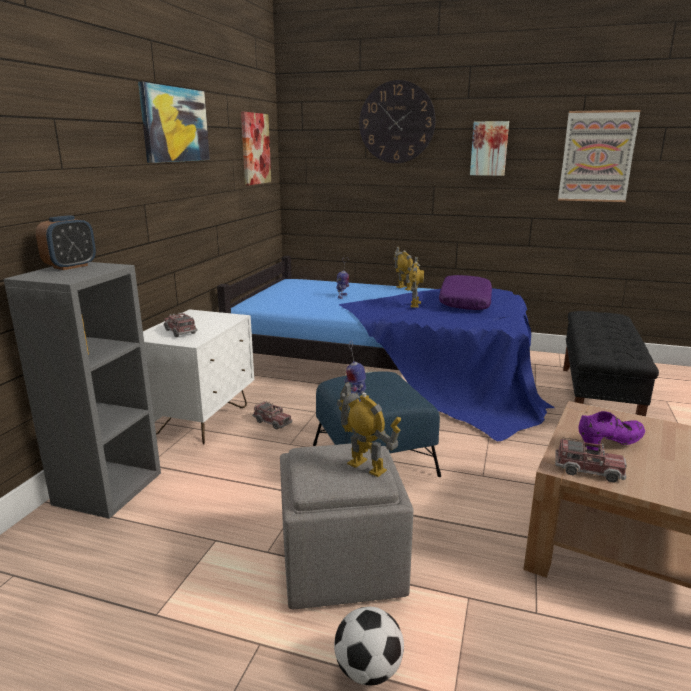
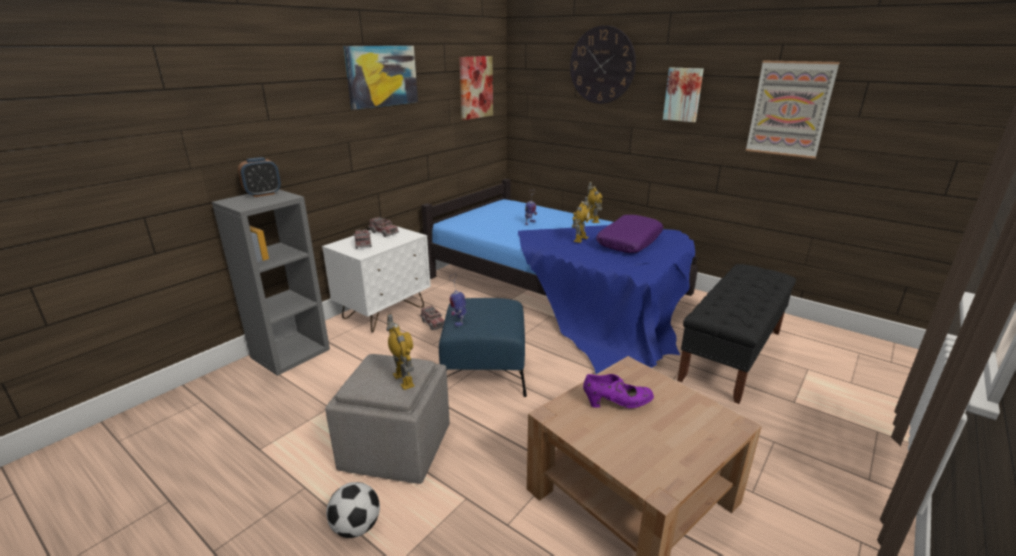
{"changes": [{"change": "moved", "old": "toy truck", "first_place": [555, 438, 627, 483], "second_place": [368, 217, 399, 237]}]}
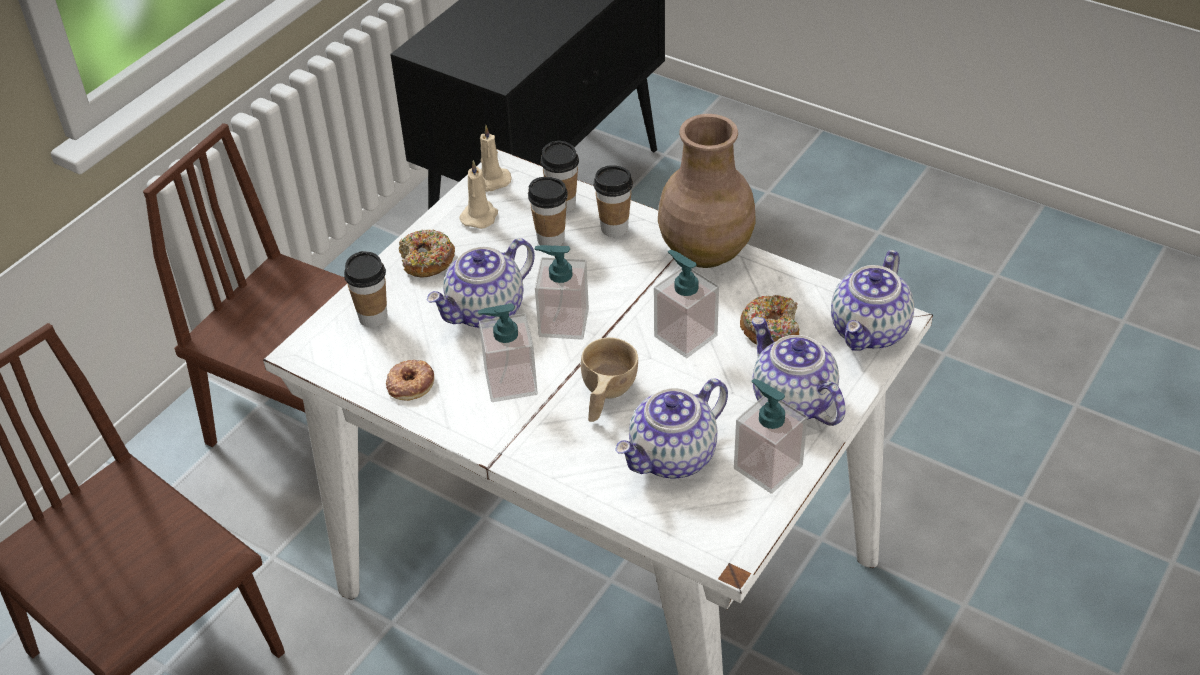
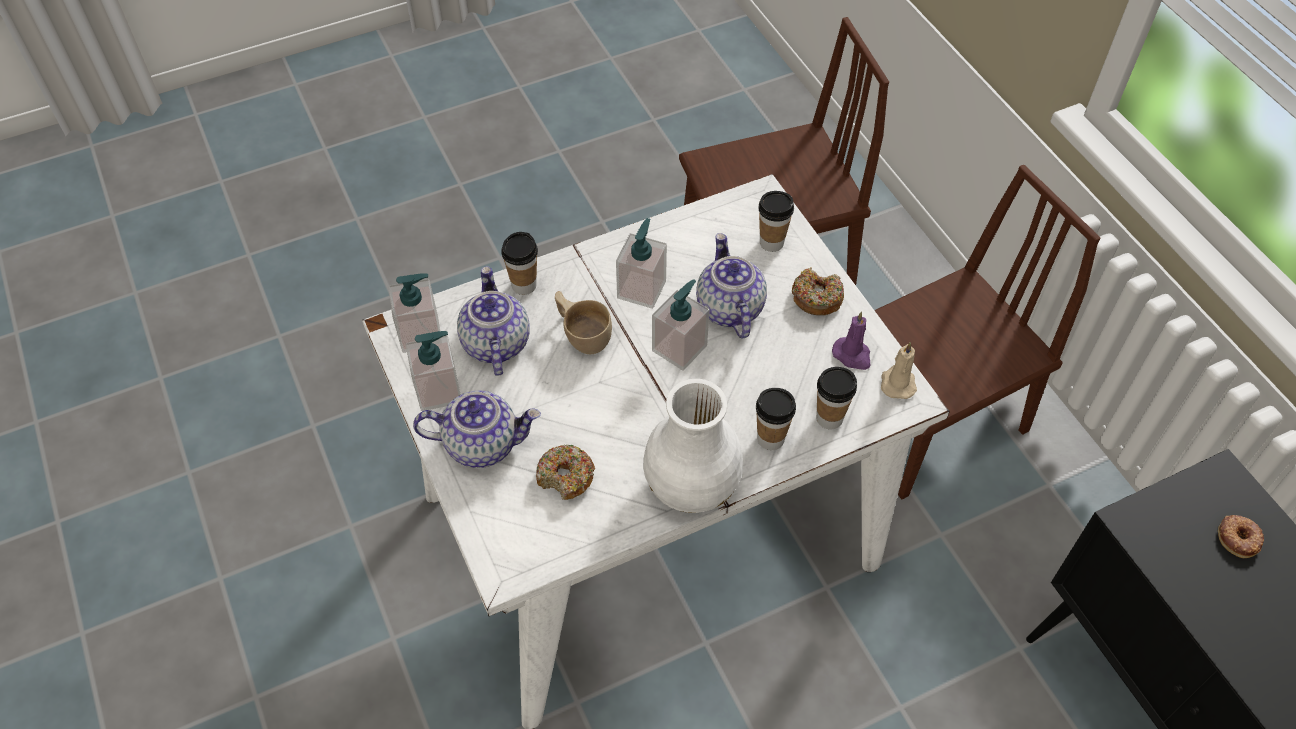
{"changes": [{"change": "moved", "old": "soap dispenser", "first_place": [654, 250, 719, 358], "second_place": [389, 273, 440, 353]}, {"change": "moved", "old": "cup", "first_place": [528, 177, 568, 246], "second_place": [501, 232, 538, 295]}, {"change": "recoloured", "old": "vase/brown", "new": "vase/white", "first_place": [658, 114, 756, 268], "second_place": [643, 379, 743, 513]}, {"change": "recoloured", "old": "candle/beige", "new": "candle/purple", "first_place": [459, 160, 498, 229], "second_place": [832, 311, 870, 370]}, {"change": "moved", "old": "donut", "first_place": [386, 360, 434, 401], "second_place": [1218, 515, 1264, 558]}, {"change": "removed", "old": "teapot", "first_place": [831, 250, 914, 350]}]}
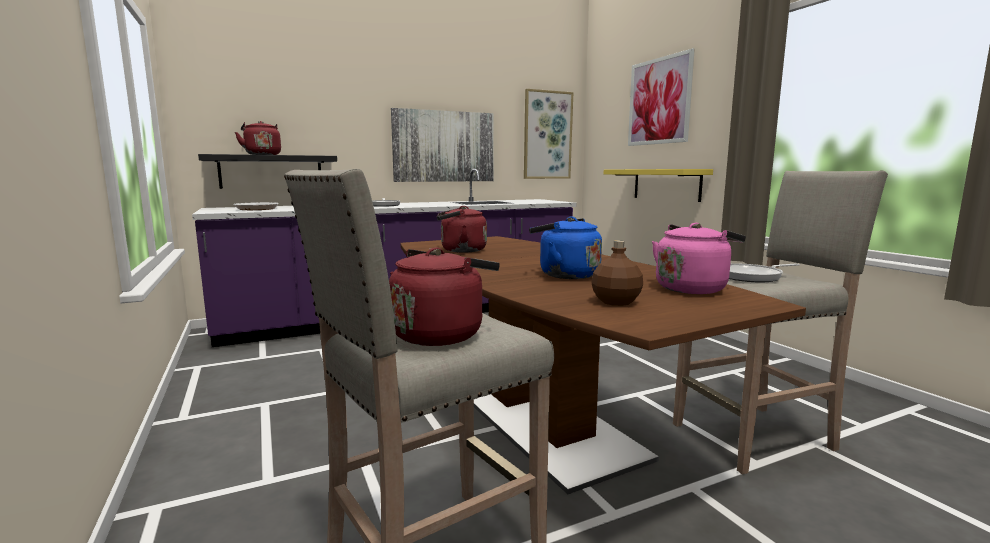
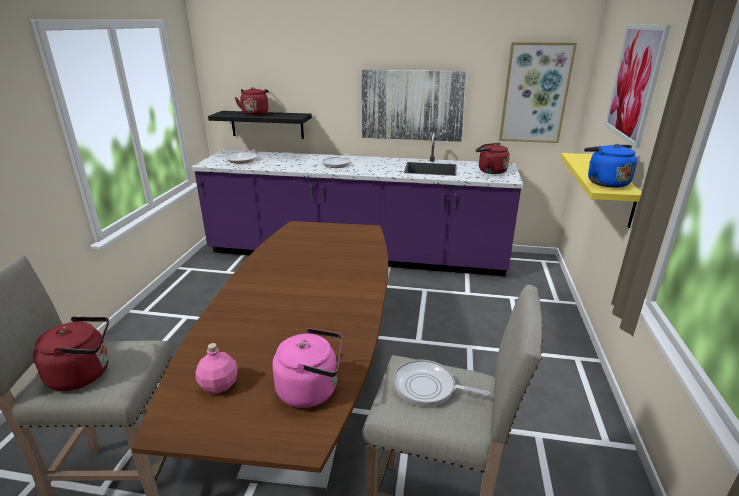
{"changes": [{"change": "recoloured", "old": "bottle/brown", "new": "bottle/pink", "first_place": [591, 240, 643, 306], "second_place": [195, 343, 238, 394]}, {"change": "moved", "old": "kettle/red", "first_place": [437, 206, 487, 253], "second_place": [476, 143, 510, 174]}, {"change": "moved", "old": "kettle/blue", "first_place": [529, 216, 602, 279], "second_place": [584, 144, 637, 188]}]}
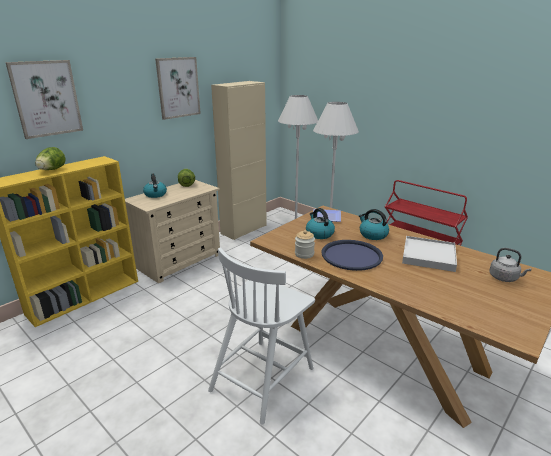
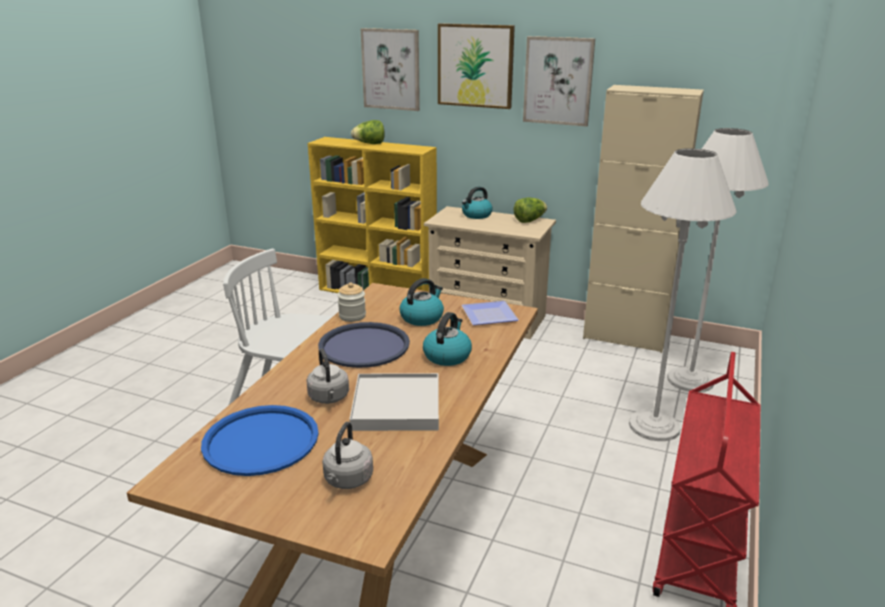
{"changes": [{"change": "added", "new": "tray/blue", "second_place": [201, 405, 319, 476]}, {"change": "added", "new": "kettle/grey", "second_place": [306, 349, 349, 404]}, {"change": "added", "new": "picture", "second_place": [438, 23, 515, 109]}]}
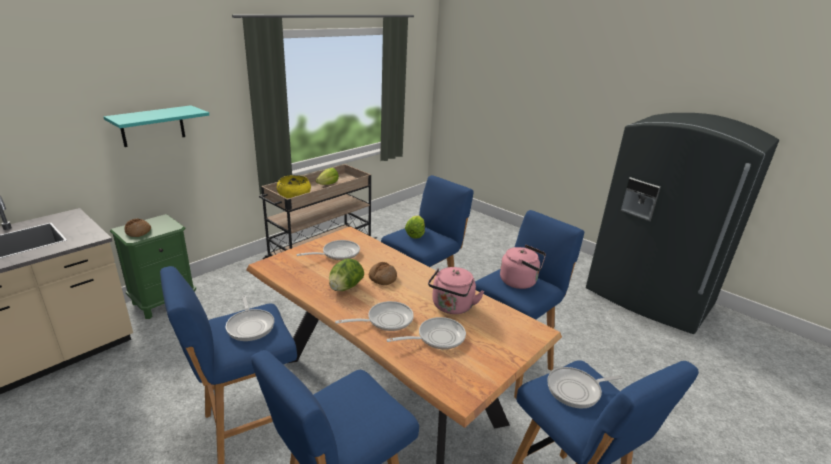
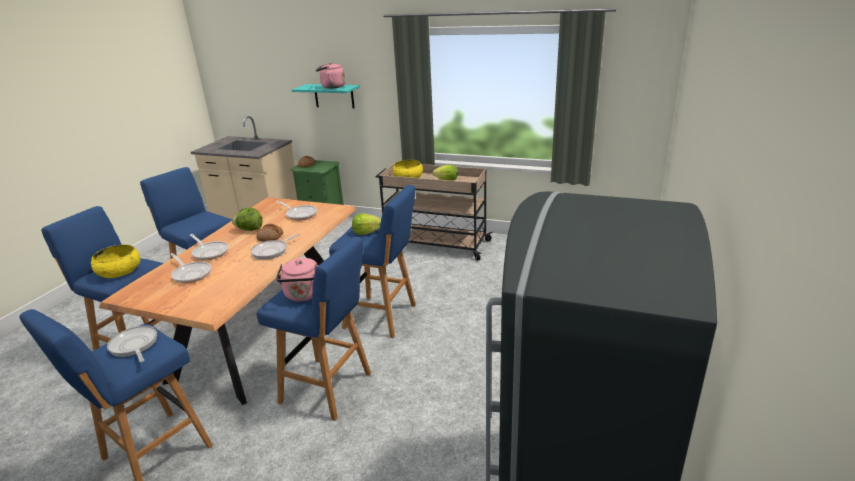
{"changes": [{"change": "added", "new": "bowl/yellow", "second_place": [91, 244, 140, 278]}, {"change": "moved", "old": "frying pan", "first_place": [226, 296, 274, 341], "second_place": [251, 234, 299, 260]}, {"change": "moved", "old": "kettle/pink", "first_place": [428, 267, 484, 314], "second_place": [316, 62, 345, 89]}]}
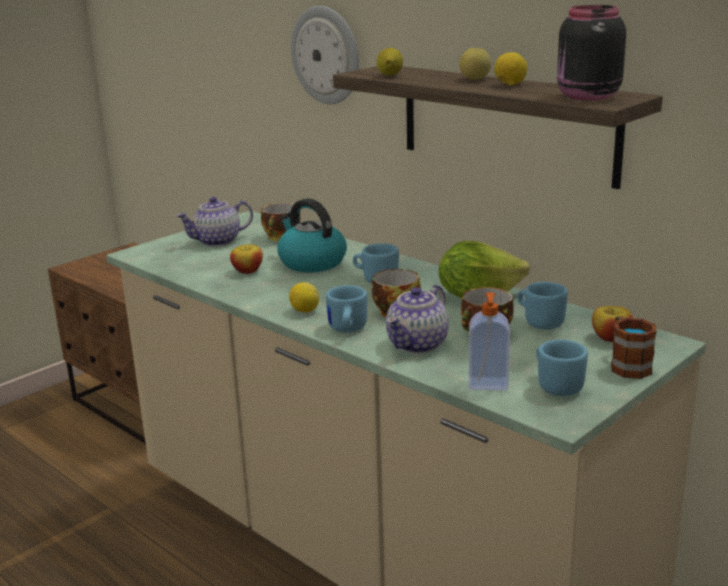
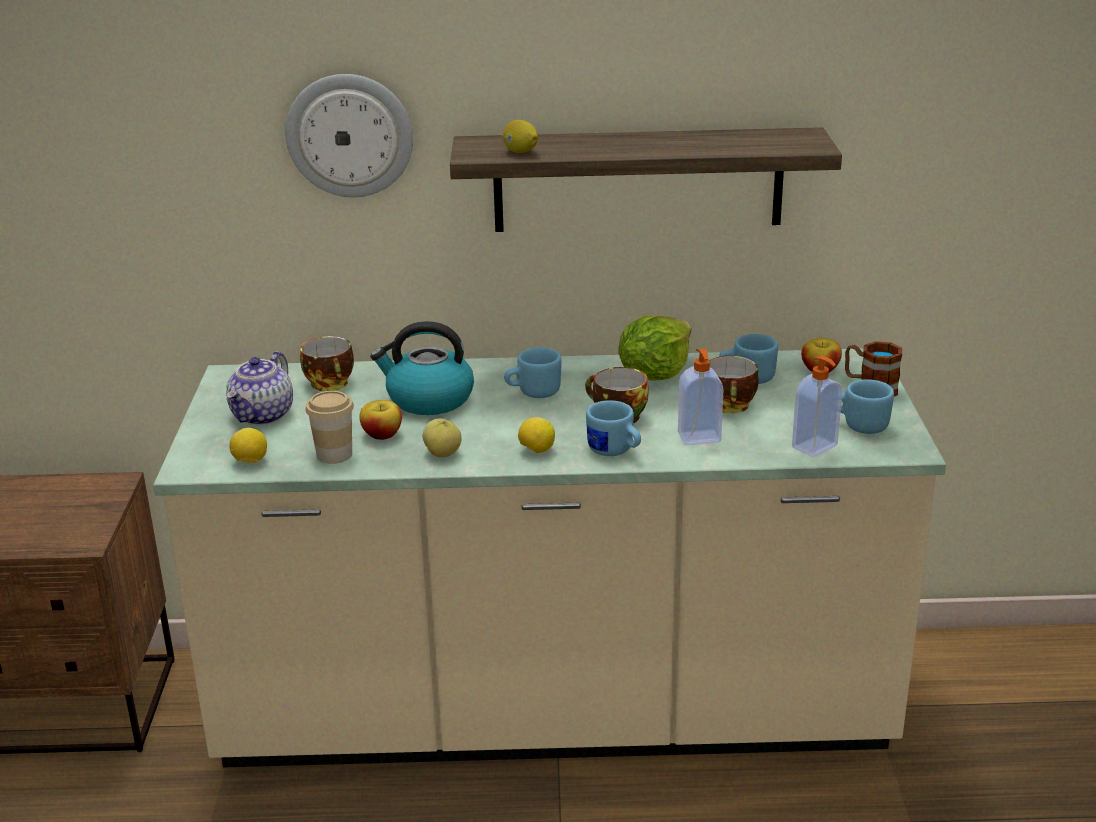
{"changes": [{"change": "moved", "old": "lemon", "first_place": [494, 52, 527, 85], "second_place": [229, 428, 267, 463]}, {"change": "added", "new": "cup", "second_place": [305, 391, 354, 464]}, {"change": "moved", "old": "apple", "first_place": [459, 48, 491, 80], "second_place": [423, 419, 461, 457]}, {"change": "replaced", "old": "teapot", "new": "soap dispenser", "first_place": [386, 285, 449, 353], "second_place": [678, 349, 723, 445]}, {"change": "removed", "old": "jar/black", "first_place": [557, 5, 626, 101]}]}
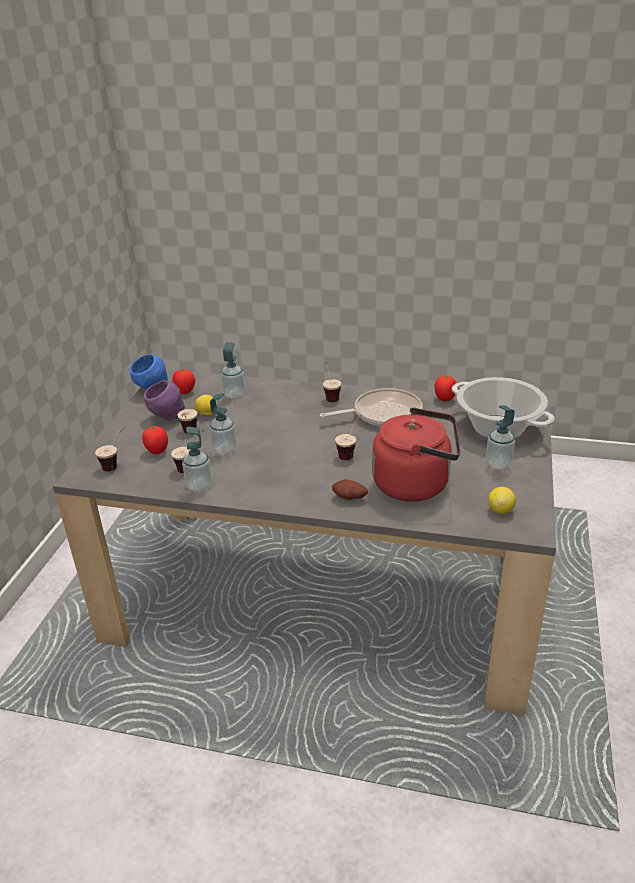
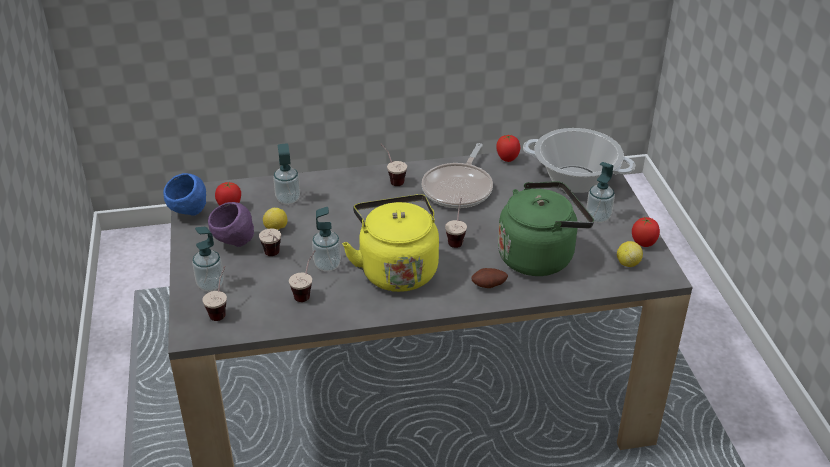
{"changes": [{"change": "moved", "old": "soap dispenser", "first_place": [182, 427, 212, 491], "second_place": [192, 227, 224, 291]}, {"change": "added", "new": "kettle/yellow", "second_place": [342, 194, 439, 292]}, {"change": "turned", "old": "frying pan", "first_place": [320, 388, 423, 427], "second_place": [422, 143, 493, 208], "degrees": 150}, {"change": "recoloured", "old": "kettle/red", "new": "kettle/green", "first_place": [372, 407, 460, 502], "second_place": [498, 181, 594, 276]}, {"change": "moved", "old": "tomato", "first_place": [142, 426, 168, 454], "second_place": [632, 217, 660, 247]}]}
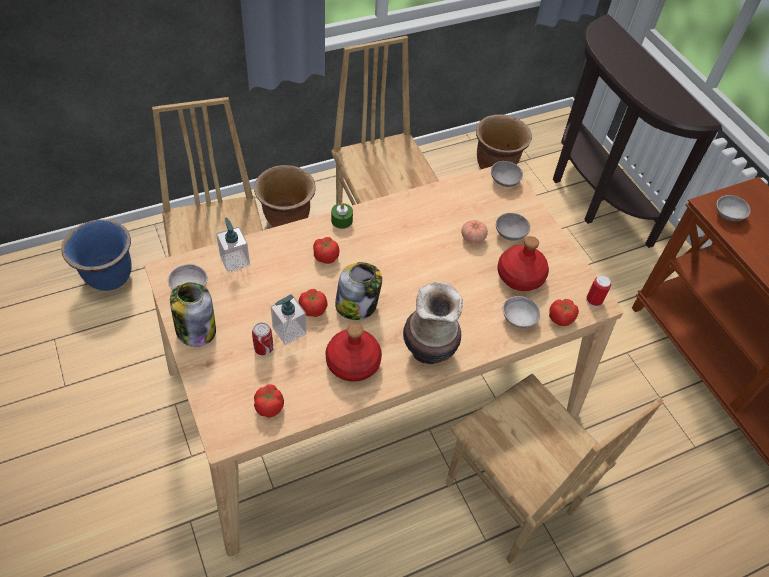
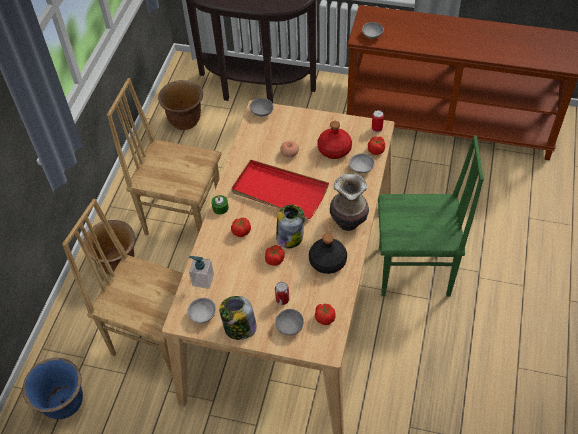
{"changes": [{"change": "added", "new": "tray/red", "second_place": [231, 160, 329, 219]}, {"change": "moved", "old": "bowl/grey", "first_place": [496, 213, 530, 241], "second_place": [275, 309, 304, 335]}, {"change": "recoloured", "old": "bottle/red", "new": "bottle/black", "first_place": [326, 323, 382, 382], "second_place": [309, 233, 347, 274]}, {"change": "recoloured", "old": "chair/brown", "new": "chair/green", "first_place": [446, 374, 664, 563], "second_place": [378, 135, 484, 297]}, {"change": "removed", "old": "soap dispenser", "first_place": [271, 295, 307, 345]}]}
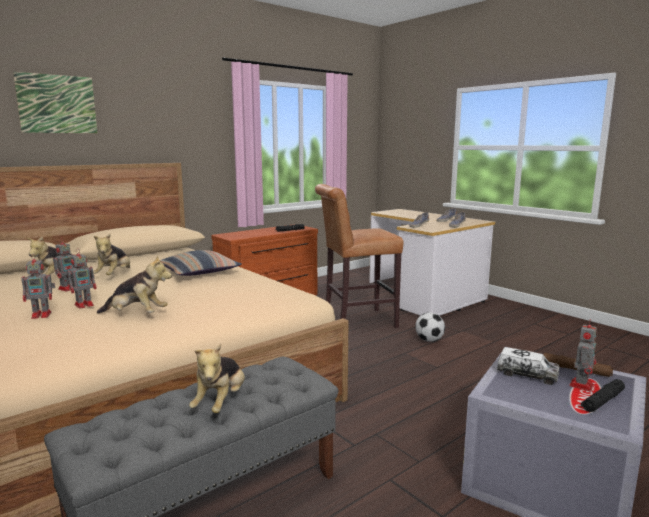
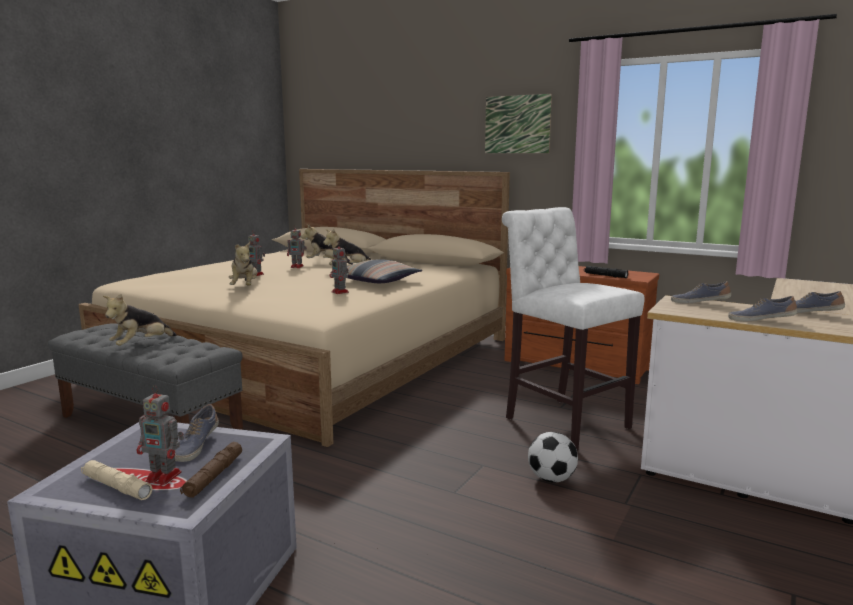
{"changes": [{"change": "recoloured", "old": "flashlight/black", "new": "flashlight/beige", "first_place": [581, 379, 625, 412], "second_place": [81, 460, 153, 500]}, {"change": "turned", "old": "plush toy", "first_place": [189, 343, 245, 413], "second_place": [103, 294, 177, 346], "degrees": -45}, {"change": "replaced", "old": "toy truck", "new": "shoe", "first_place": [497, 347, 559, 385], "second_place": [175, 404, 219, 462]}, {"change": "moved", "old": "toy robot", "first_place": [21, 254, 55, 319], "second_place": [329, 242, 349, 294]}, {"change": "moved", "old": "picture", "first_place": [13, 71, 98, 134], "second_place": [485, 94, 552, 153]}, {"change": "recoloured", "old": "stool/brown", "new": "stool/white", "first_place": [315, 184, 403, 329], "second_place": [502, 207, 645, 450]}]}
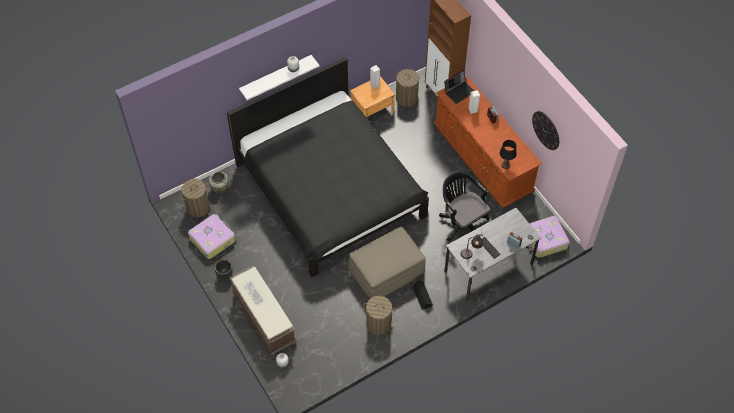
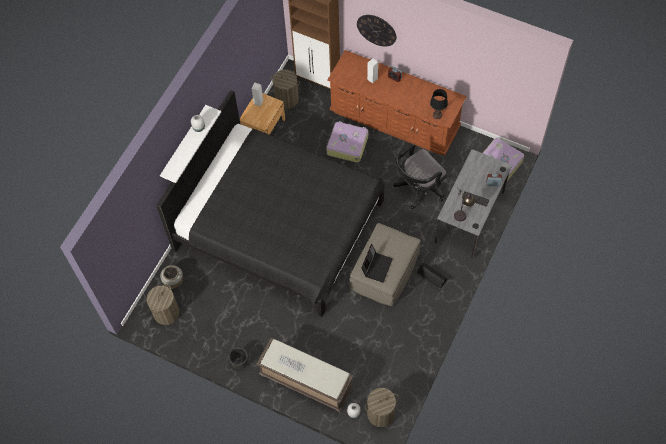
{"changes": [{"change": "moved", "old": "suitcase", "first_place": [188, 214, 235, 259], "second_place": [326, 121, 368, 163]}, {"change": "moved", "old": "wall clock", "first_place": [532, 111, 559, 150], "second_place": [357, 15, 396, 46]}, {"change": "moved", "old": "laptop", "first_place": [444, 70, 474, 104], "second_place": [362, 244, 393, 283]}, {"change": "moved", "old": "laundry basket", "first_place": [363, 296, 395, 335], "second_place": [365, 388, 399, 427]}, {"change": "turned", "old": "office chair/black", "first_place": [439, 170, 490, 241], "second_place": [393, 143, 447, 209], "degrees": -60}]}
